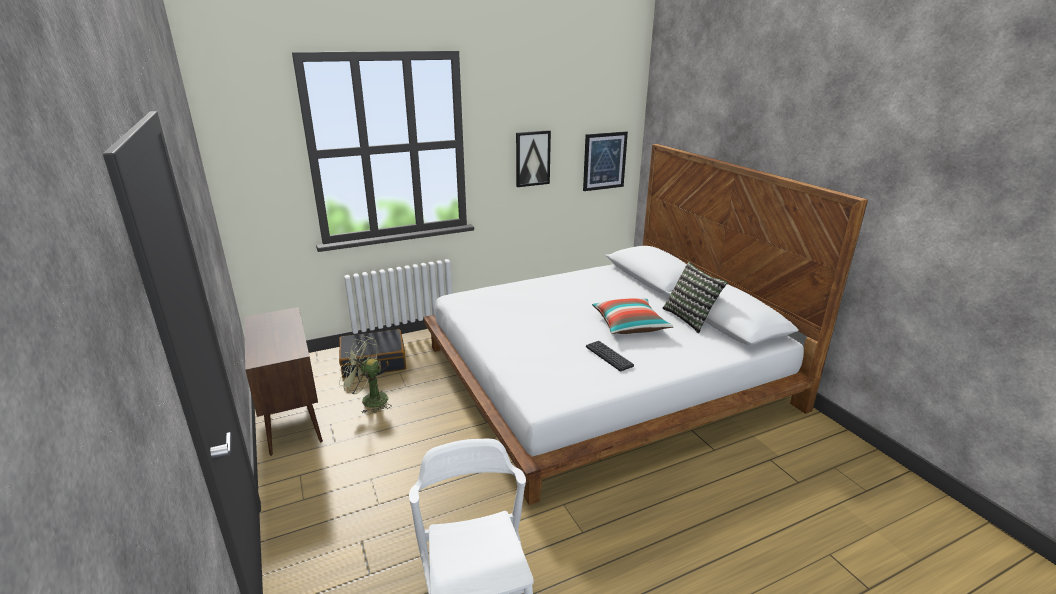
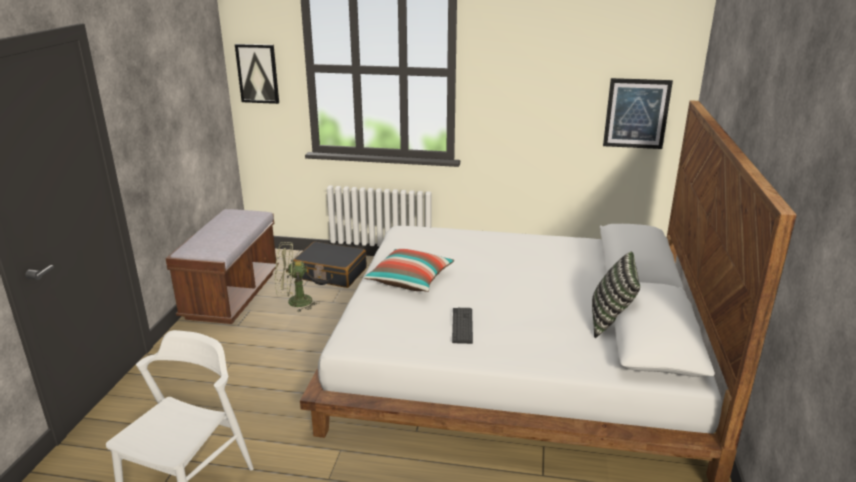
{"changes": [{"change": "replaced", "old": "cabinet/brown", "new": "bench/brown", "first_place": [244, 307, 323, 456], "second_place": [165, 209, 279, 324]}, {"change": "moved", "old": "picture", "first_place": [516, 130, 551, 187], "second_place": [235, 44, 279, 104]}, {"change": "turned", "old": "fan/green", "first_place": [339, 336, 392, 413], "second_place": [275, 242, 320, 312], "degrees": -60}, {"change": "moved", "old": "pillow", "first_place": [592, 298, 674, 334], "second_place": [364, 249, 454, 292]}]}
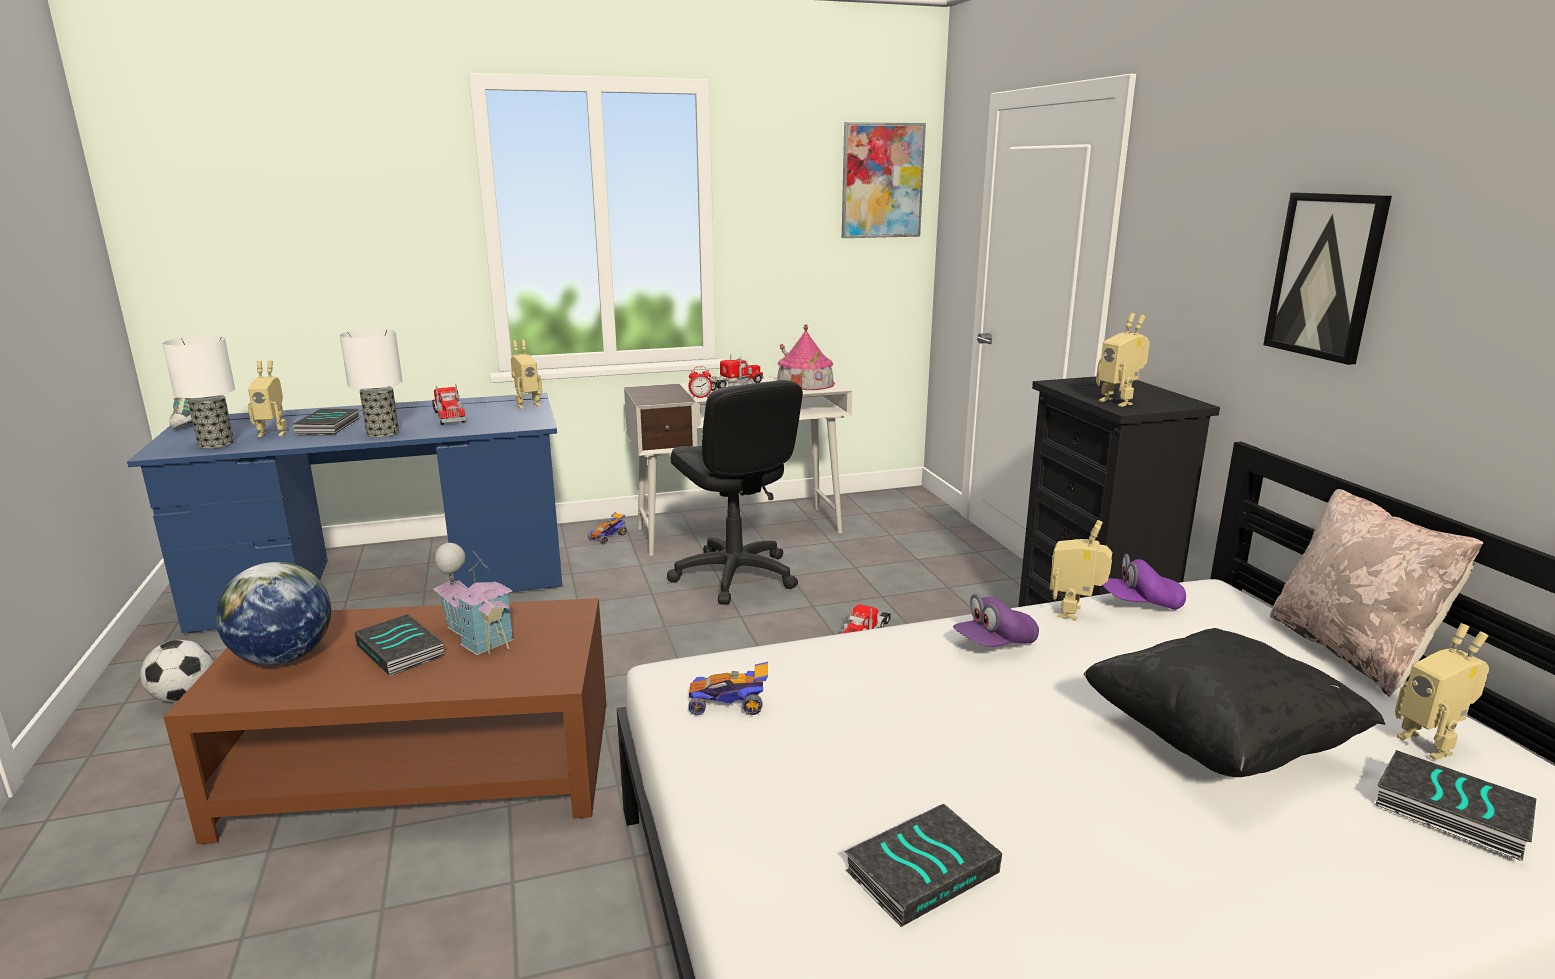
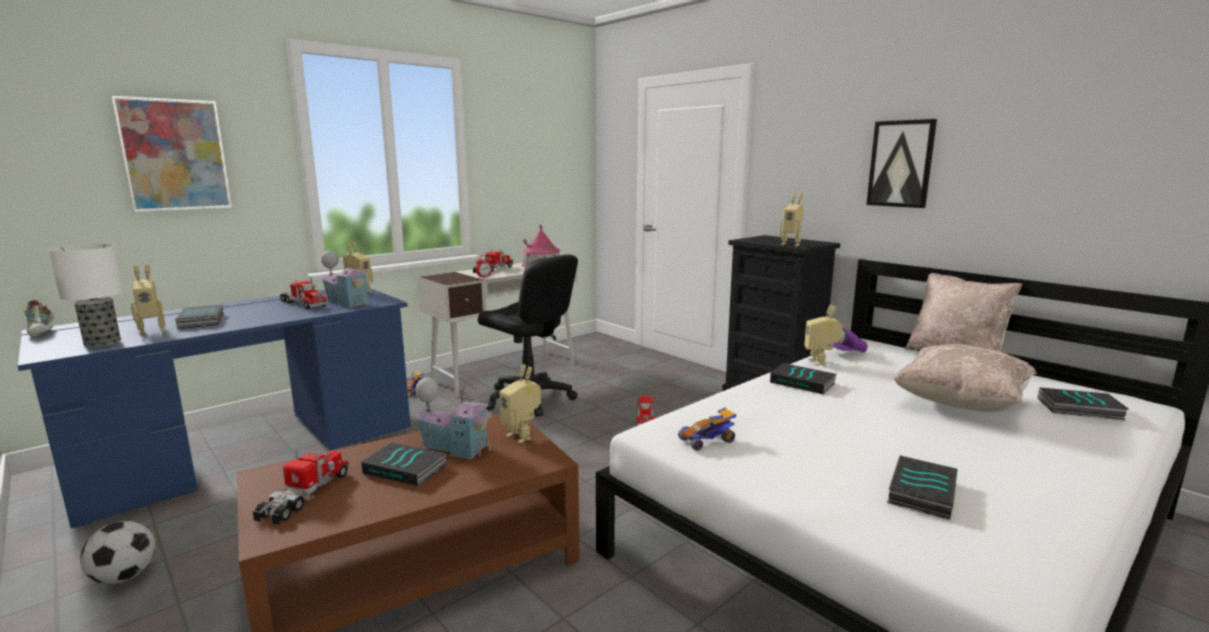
{"changes": [{"change": "moved", "old": "picture", "first_place": [842, 122, 926, 238], "second_place": [111, 96, 232, 212]}, {"change": "replaced", "old": "globe", "new": "toy truck", "first_place": [215, 562, 331, 665], "second_place": [252, 449, 349, 525]}, {"change": "added", "new": "toy house", "second_place": [320, 250, 368, 308]}, {"change": "moved", "old": "toy robot", "first_place": [1395, 623, 1490, 760], "second_place": [499, 364, 541, 443]}, {"change": "replaced", "old": "cap/purple", "new": "book", "first_place": [953, 594, 1039, 647], "second_place": [770, 363, 837, 395]}, {"change": "recoloured", "old": "pillow/black", "new": "pillow/beige", "first_place": [1084, 628, 1385, 777], "second_place": [893, 344, 1037, 412]}, {"change": "removed", "old": "table lamp", "first_place": [340, 329, 403, 438]}]}
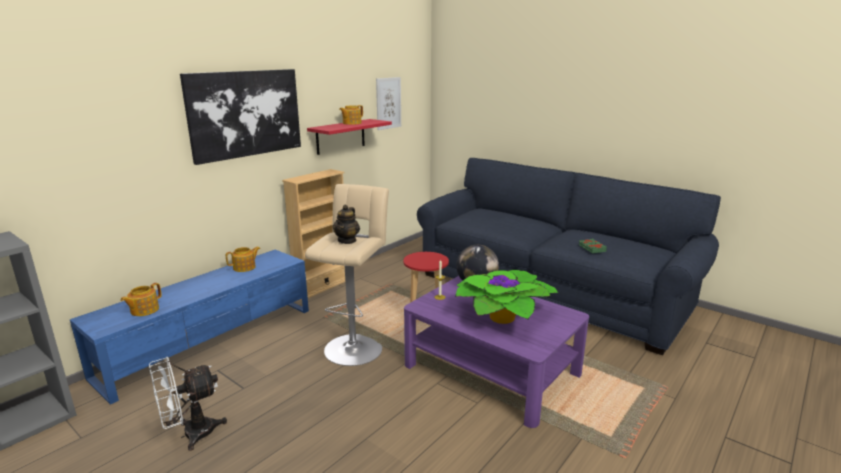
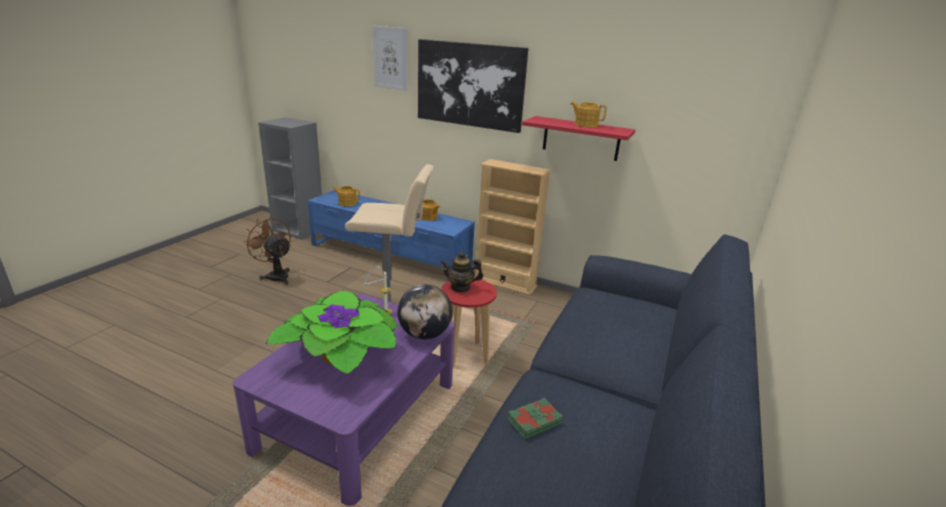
{"changes": [{"change": "recoloured", "old": "fan/white", "new": "fan/brown", "first_place": [149, 357, 227, 451], "second_place": [243, 217, 291, 285]}, {"change": "moved", "old": "picture", "first_place": [376, 77, 401, 130], "second_place": [372, 26, 408, 91]}, {"change": "moved", "old": "teapot", "first_place": [333, 205, 360, 244], "second_place": [441, 252, 483, 292]}]}
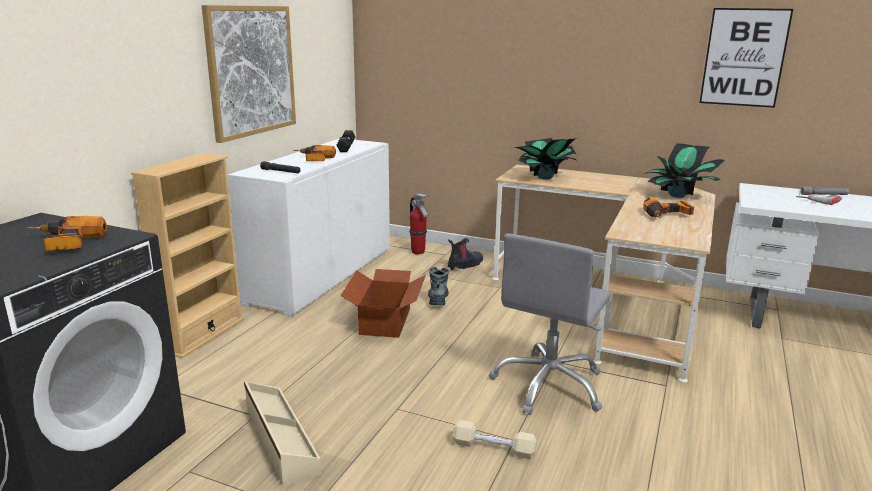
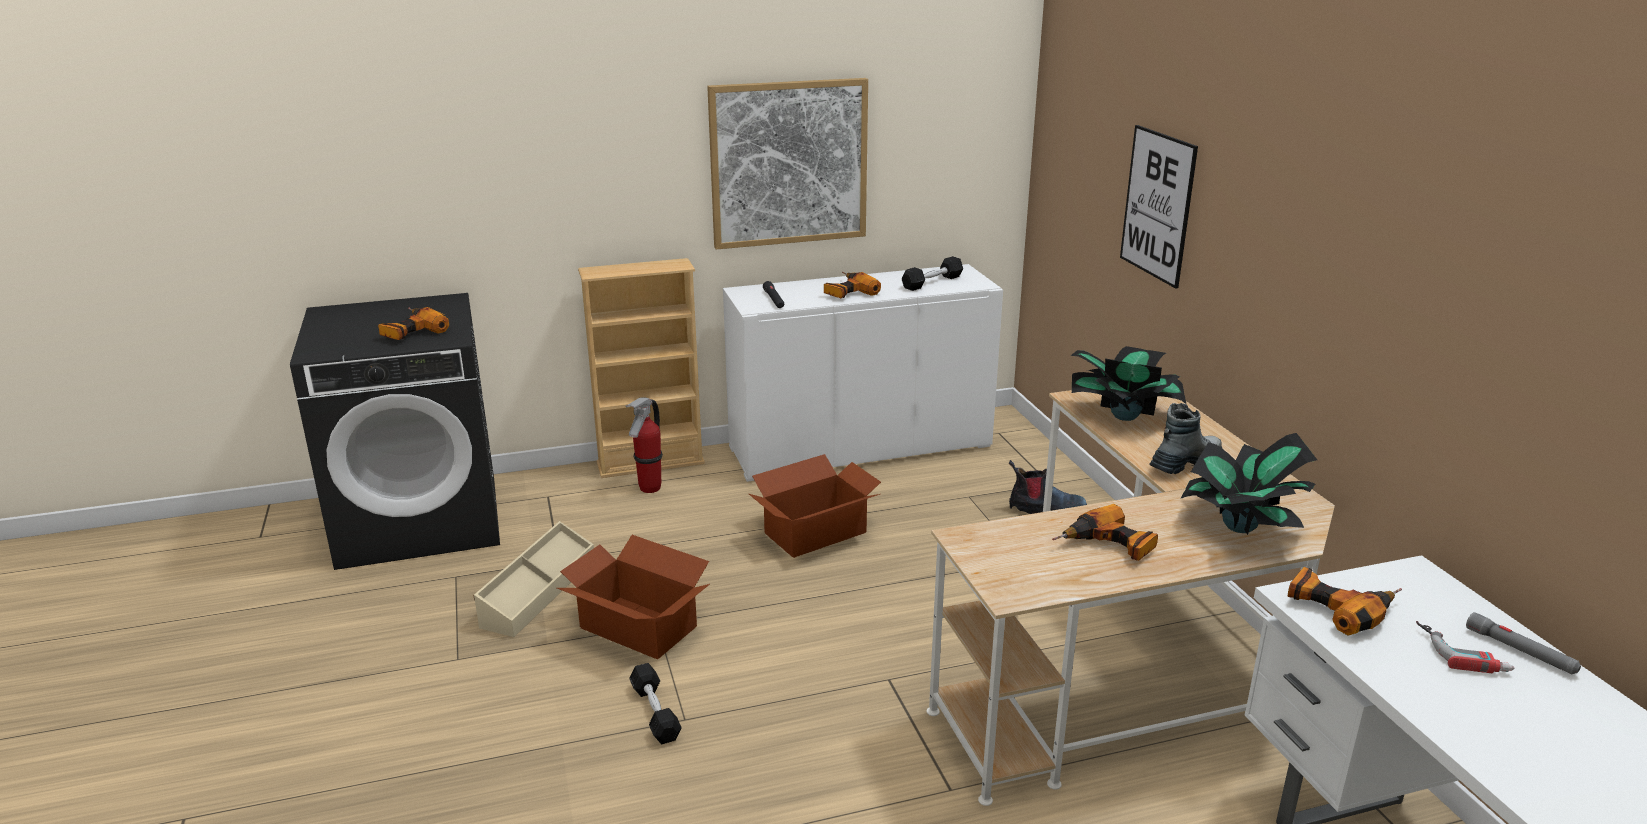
{"changes": [{"change": "added", "new": "cardboard box", "second_place": [557, 535, 710, 660]}, {"change": "moved", "old": "fire extinguisher", "first_place": [409, 194, 429, 254], "second_place": [625, 397, 663, 493]}, {"change": "recoloured", "old": "dumbbell/beige", "new": "dumbbell/black", "first_place": [453, 420, 537, 459], "second_place": [629, 663, 682, 744]}, {"change": "moved", "old": "picture", "first_place": [699, 8, 793, 108], "second_place": [1120, 125, 1198, 289]}, {"change": "moved", "old": "boot", "first_place": [428, 267, 449, 305], "second_place": [1150, 403, 1222, 474]}, {"change": "added", "new": "power drill", "second_place": [1288, 567, 1402, 636]}, {"change": "removed", "old": "office chair/grey", "first_place": [489, 234, 611, 415]}]}
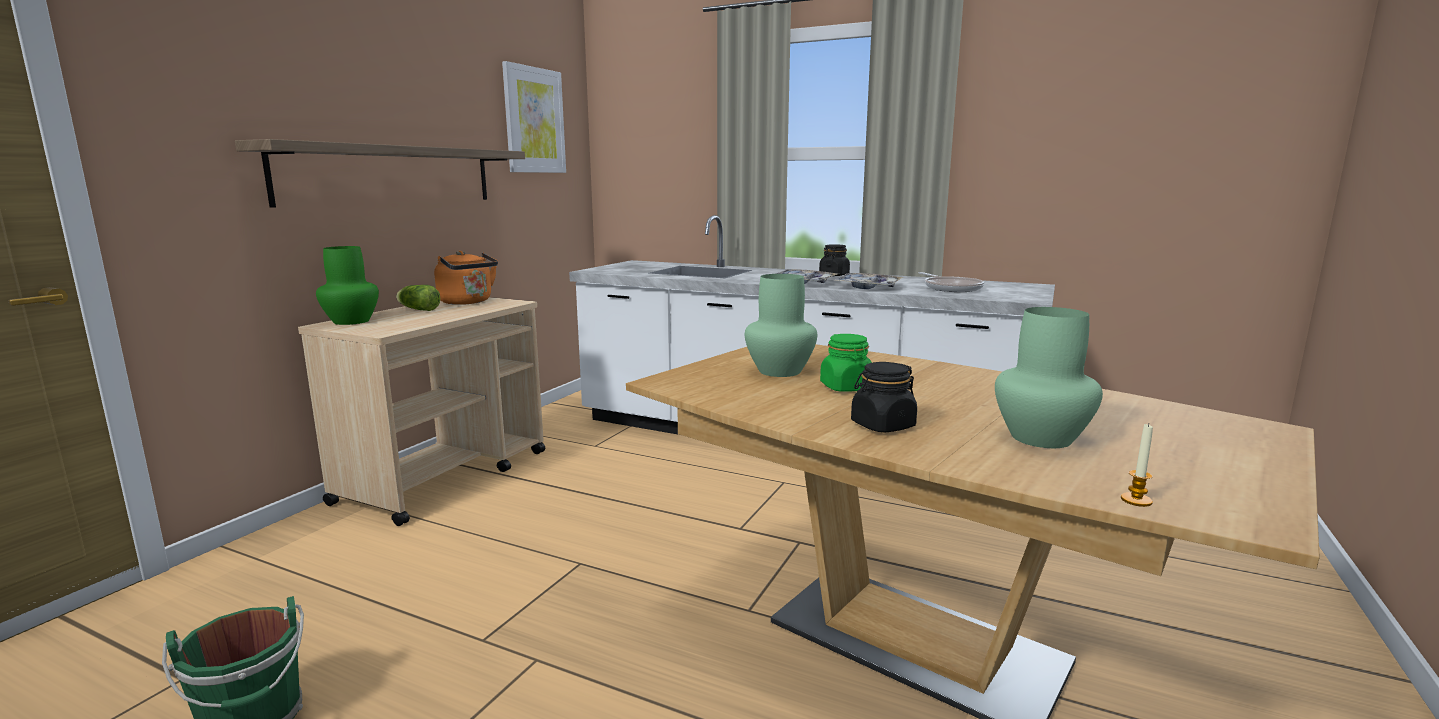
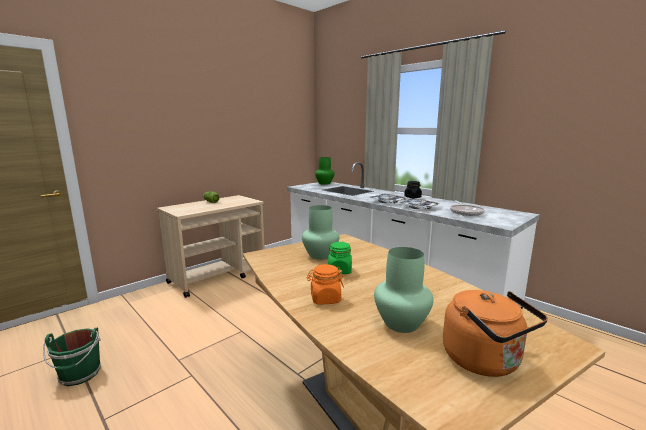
{"changes": [{"change": "recoloured", "old": "jar/black", "new": "jar/orange", "first_place": [851, 362, 917, 433], "second_place": [307, 264, 344, 304]}, {"change": "moved", "old": "vase/green", "first_place": [316, 246, 379, 325], "second_place": [315, 157, 335, 185]}, {"change": "moved", "old": "kettle/orange", "first_place": [434, 251, 498, 305], "second_place": [443, 290, 548, 377]}, {"change": "removed", "old": "shelf", "first_place": [235, 139, 525, 208]}, {"change": "removed", "old": "picture", "first_place": [502, 61, 566, 173]}, {"change": "removed", "old": "candle", "first_place": [1121, 424, 1153, 507]}]}
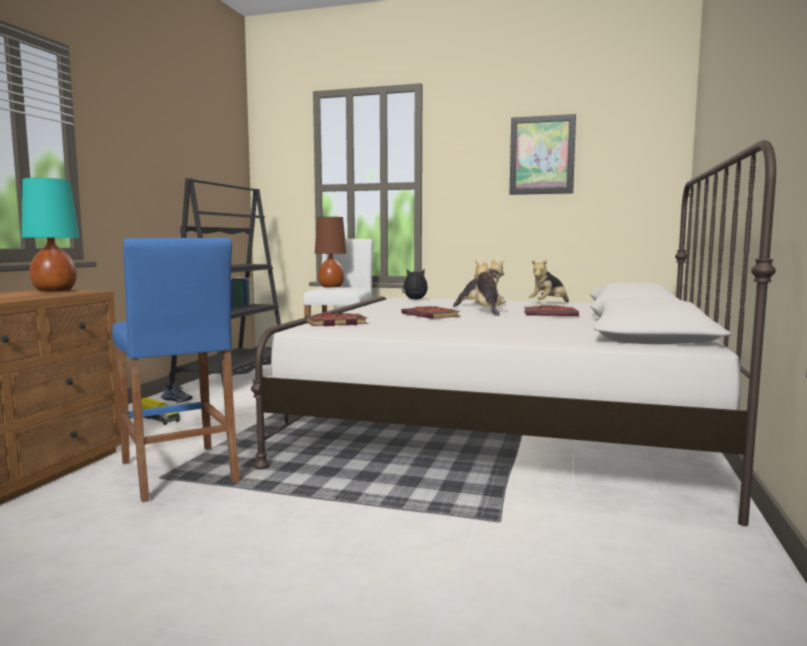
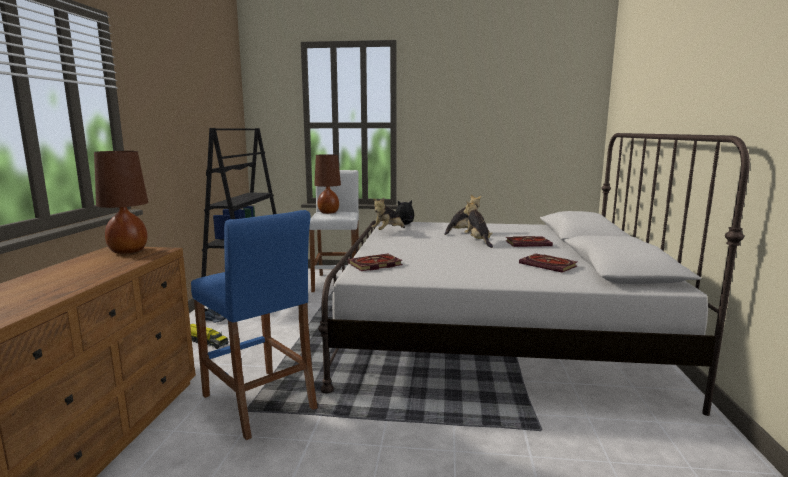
{"changes": [{"change": "recoloured", "old": "table lamp/turquoise", "new": "table lamp/brown", "first_place": [22, 178, 79, 292], "second_place": [94, 151, 148, 254]}, {"change": "moved", "old": "plush toy", "first_place": [528, 259, 569, 302], "second_place": [372, 198, 405, 230]}, {"change": "moved", "old": "book", "first_place": [401, 306, 460, 319], "second_place": [519, 254, 577, 273]}, {"change": "removed", "old": "picture", "first_place": [510, 114, 576, 195]}]}
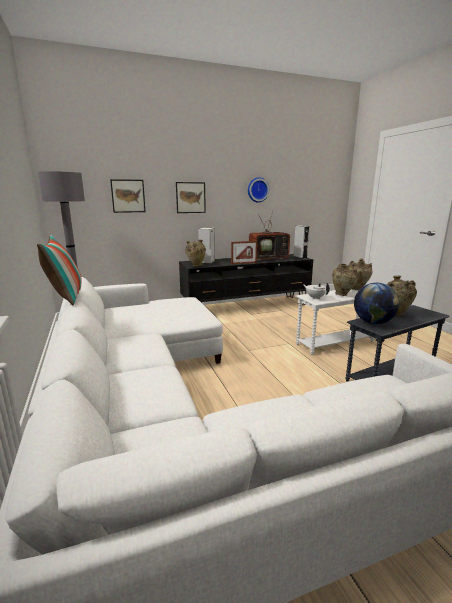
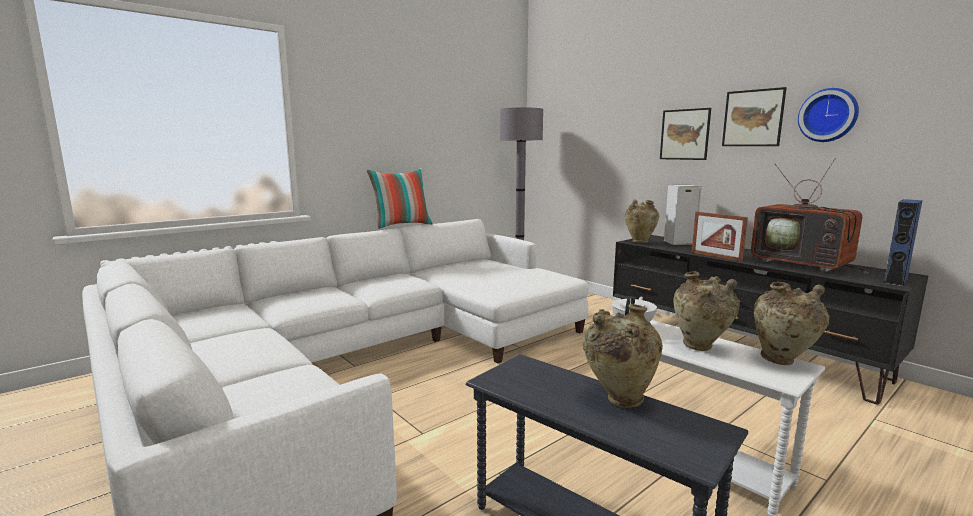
{"changes": [{"change": "moved", "old": "picture", "first_place": [110, 179, 146, 213], "second_place": [722, 87, 787, 146]}, {"change": "recoloured", "old": "speaker/grey", "new": "speaker/blue", "first_place": [294, 225, 309, 259], "second_place": [884, 199, 923, 286]}, {"change": "removed", "old": "globe", "first_place": [354, 283, 399, 324]}]}
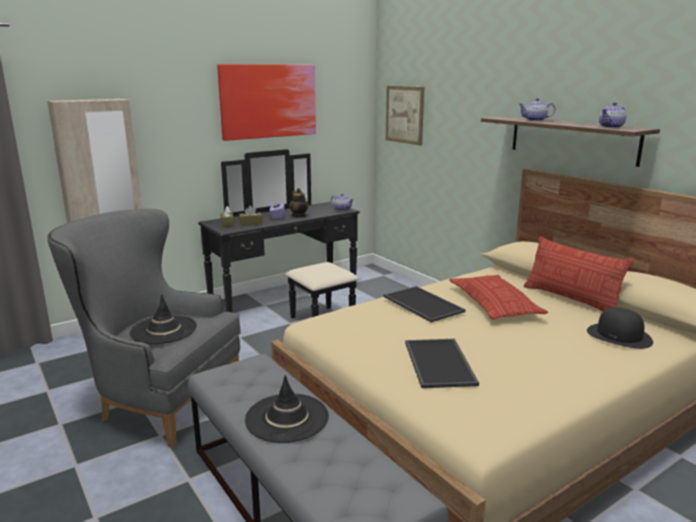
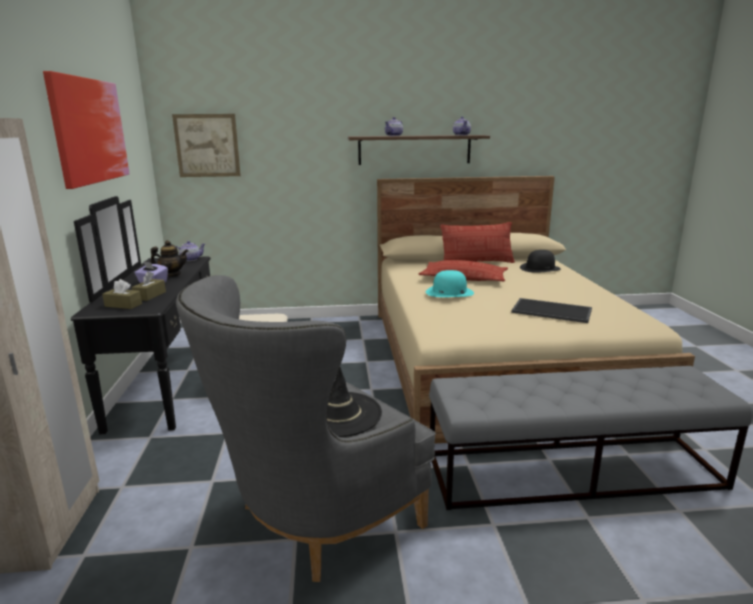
{"changes": [{"change": "replaced", "old": "tray", "new": "hat/turquoise", "first_place": [383, 286, 466, 322], "second_place": [426, 270, 474, 297]}, {"change": "removed", "old": "hat/black", "first_place": [245, 375, 329, 443]}]}
